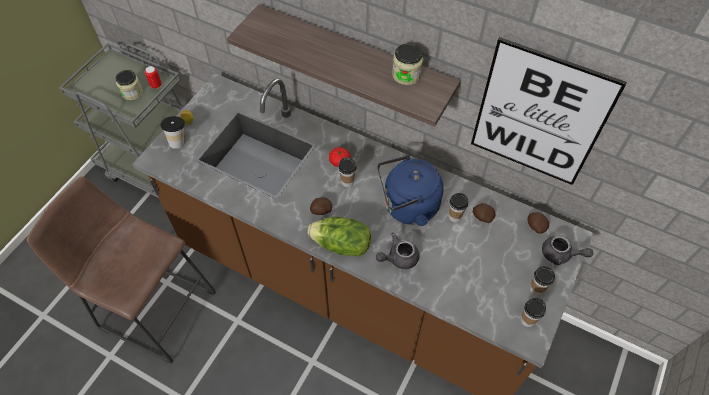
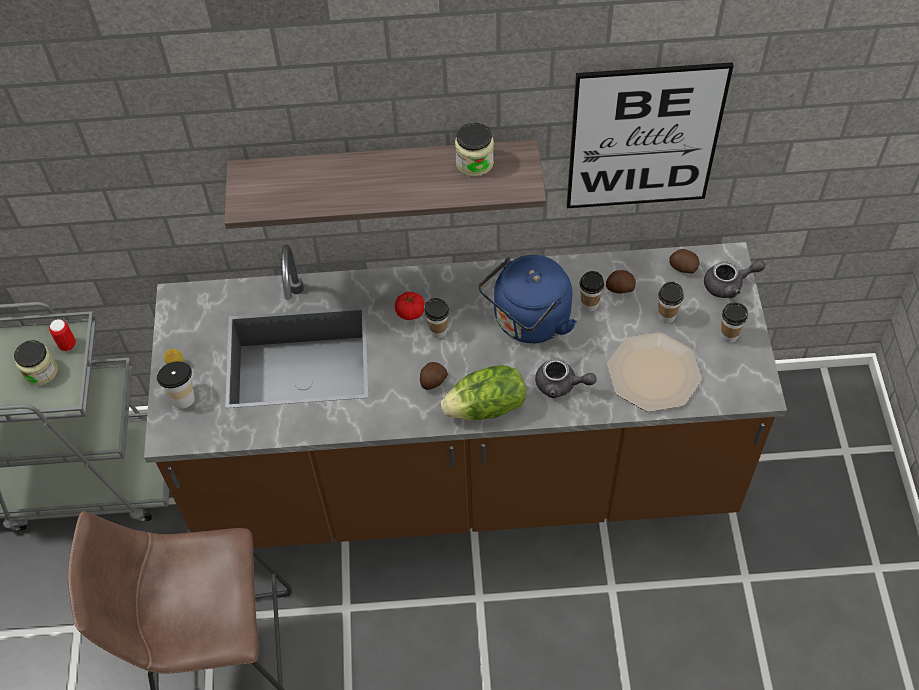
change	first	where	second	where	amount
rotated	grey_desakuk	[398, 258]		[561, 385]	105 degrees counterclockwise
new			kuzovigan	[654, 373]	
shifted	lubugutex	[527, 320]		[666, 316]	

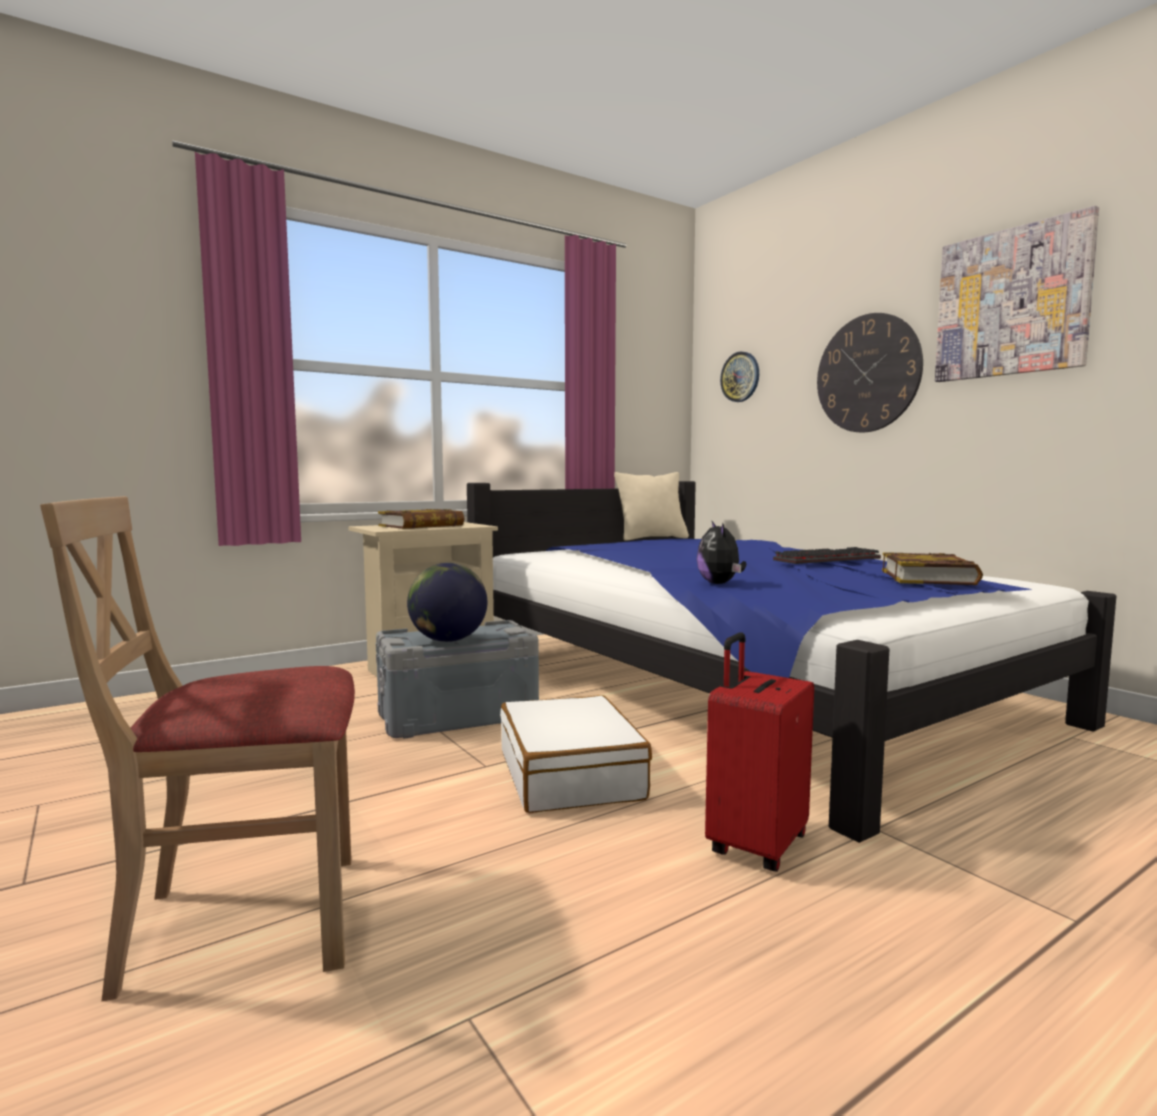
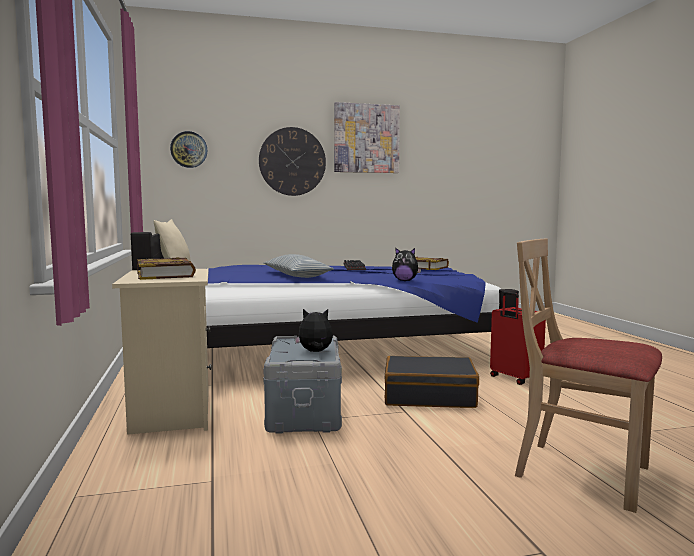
change	first	where	second	where	amount
new			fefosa	[296, 276]	
swapped	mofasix	[448, 640]	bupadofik	[315, 352]	
repainted	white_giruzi	[571, 775]	black_giruzi	[429, 395]	
rotated	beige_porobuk	[245, 922]		[582, 472]	120 degrees clockwise

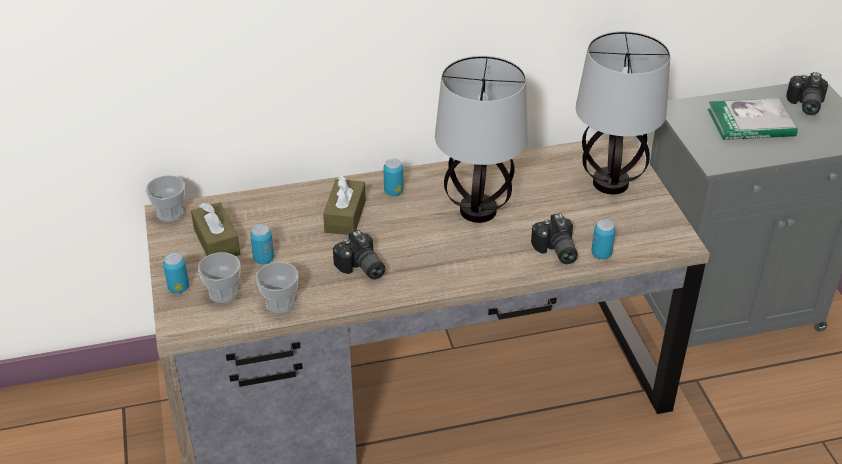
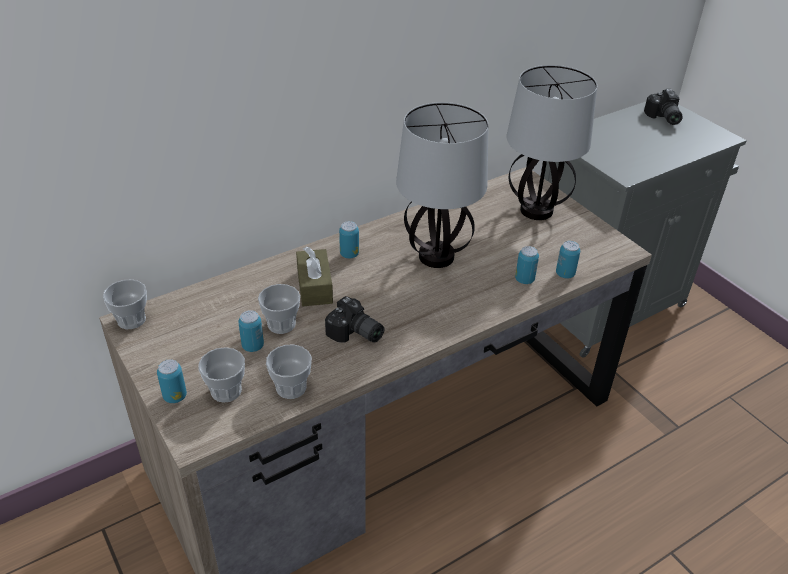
change	first	where	second	where	amount
new			lubugutex	[281, 324]	
swapped	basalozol	[555, 251]	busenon	[524, 279]	
gone	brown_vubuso	[217, 242]			
gone	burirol	[751, 123]			

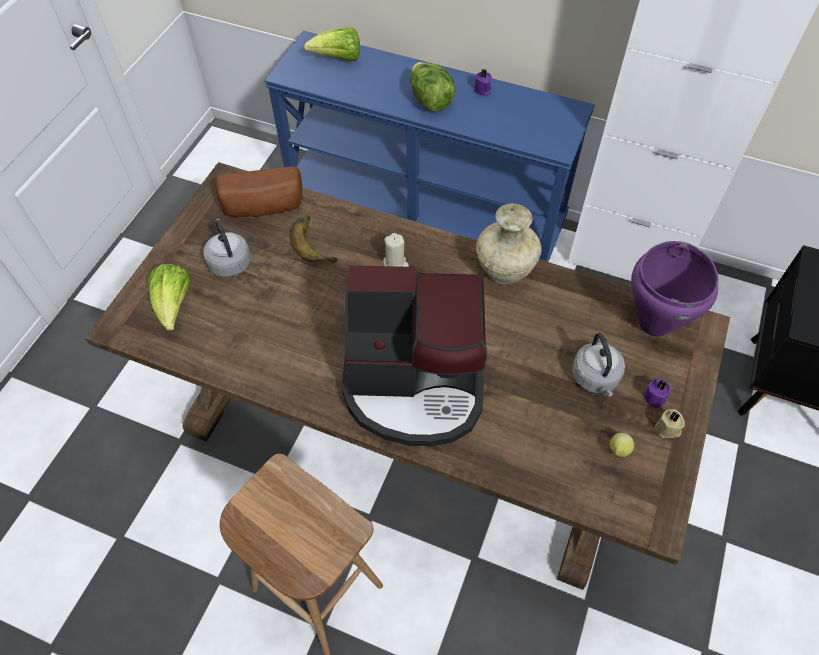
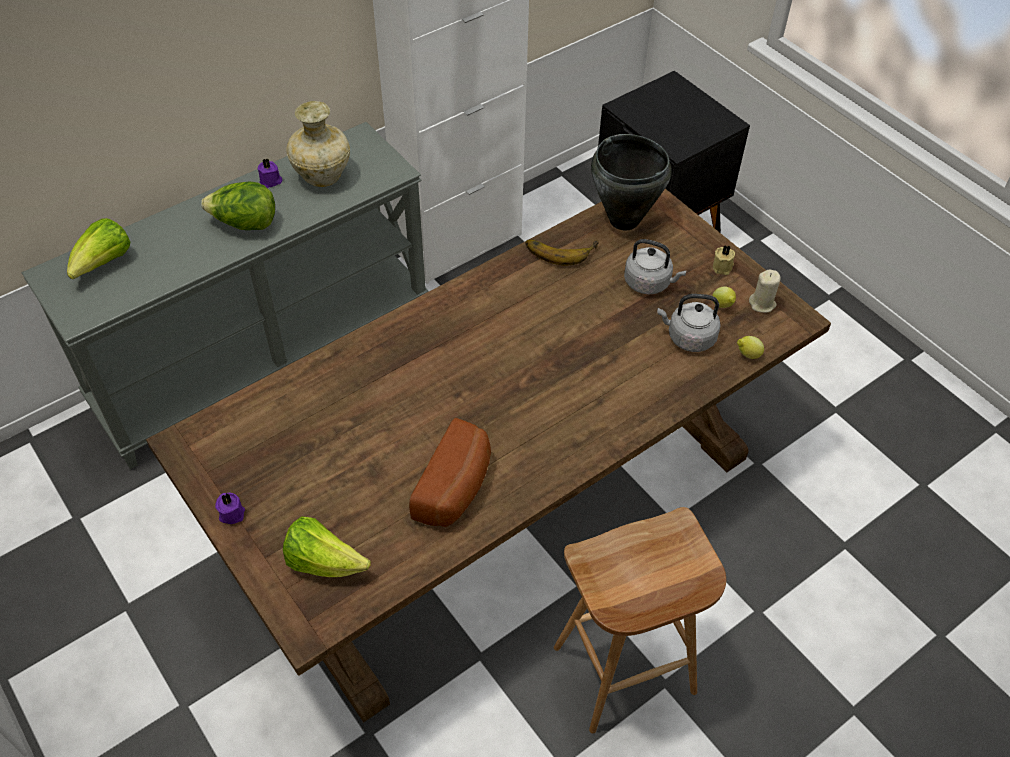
change	first	where	second	where	amount
repainted	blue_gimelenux	[426, 211]	grey_gimelenux	[265, 355]	
shifted	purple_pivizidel	[654, 396]		[231, 513]	
shifted	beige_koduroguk	[505, 270]		[323, 175]	
shifted	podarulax	[263, 207]		[457, 488]	
shifted	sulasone	[317, 241]		[560, 249]	
repainted	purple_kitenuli	[653, 324]	black_kitenuli	[624, 220]	
shifted	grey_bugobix	[229, 261]		[688, 337]	
new			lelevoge	[747, 355]	
shifted	beige_pivizidel	[395, 263]		[762, 304]	
gone	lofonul	[415, 384]			

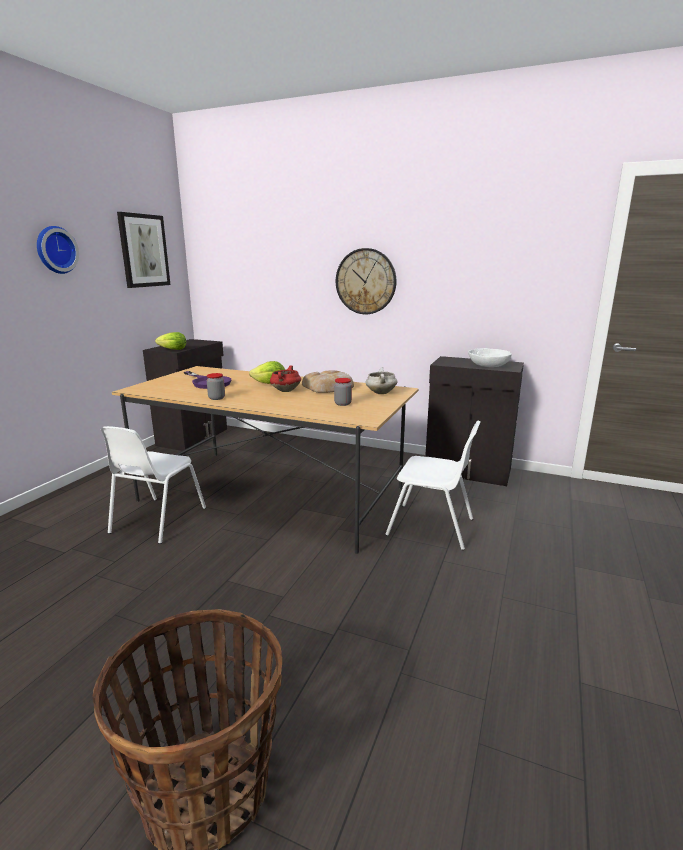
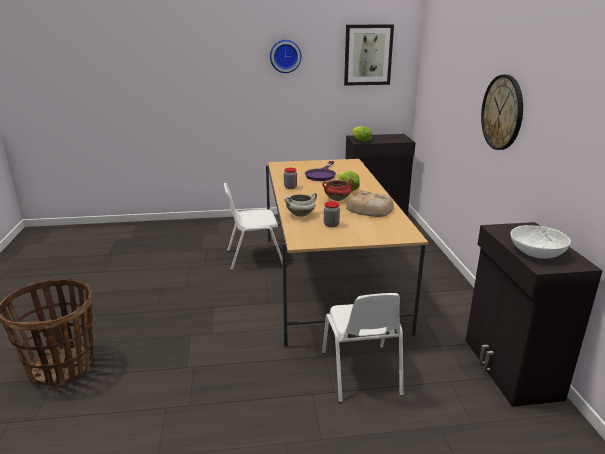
change	first	where	second	where	amount
shifted	white_kitenuli	[380, 393]		[301, 214]	

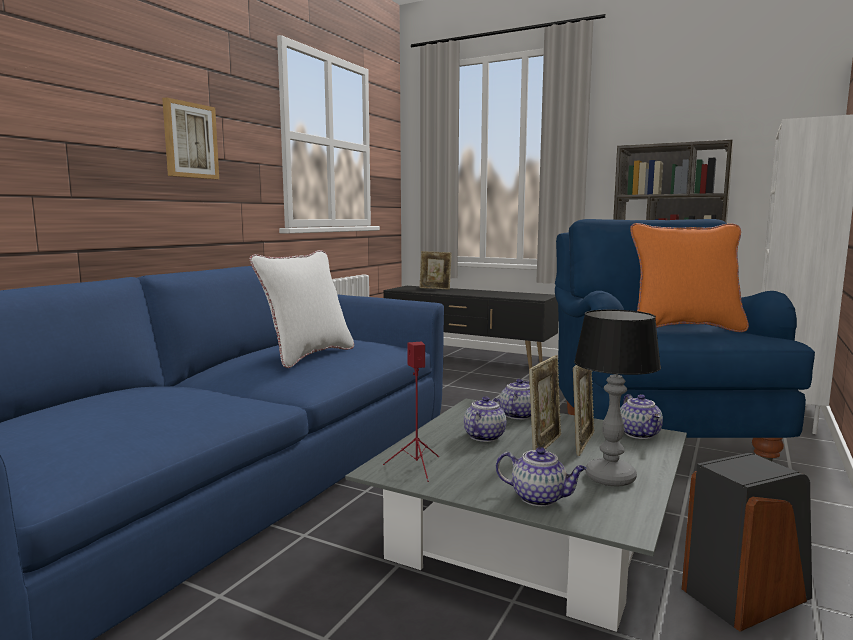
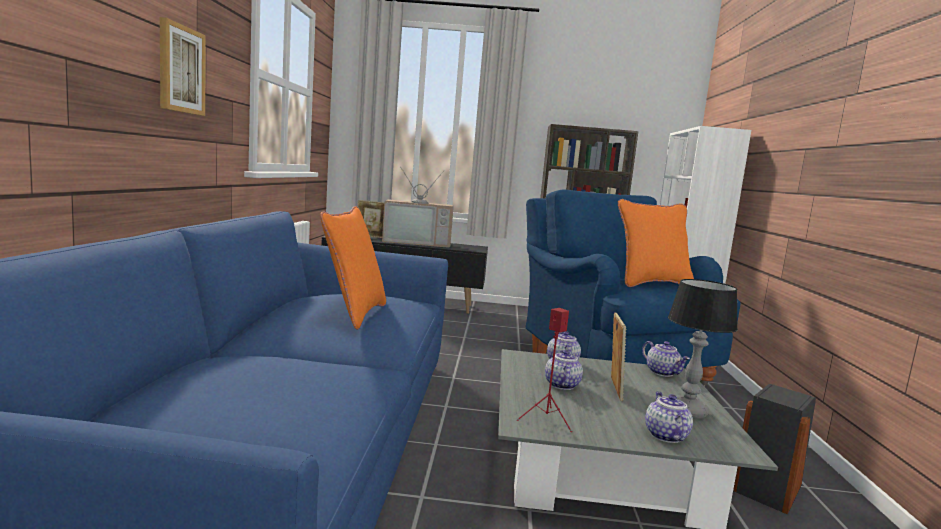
change	first	where	second	where	amount
repainted	white_fefosa	[308, 355]	orange_fefosa	[354, 314]	
new			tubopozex	[417, 242]	
rotated	desakuk	[540, 498]		[665, 435]	90 degrees counterclockwise
gone	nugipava	[582, 443]			

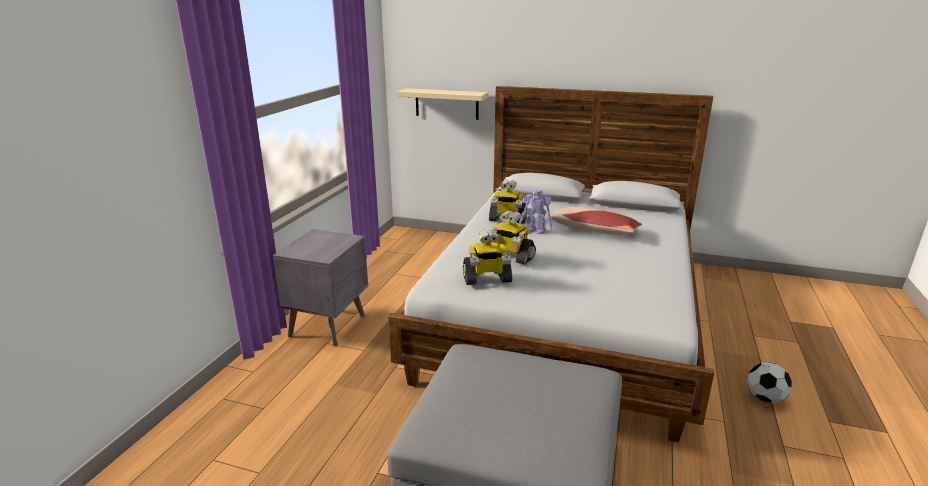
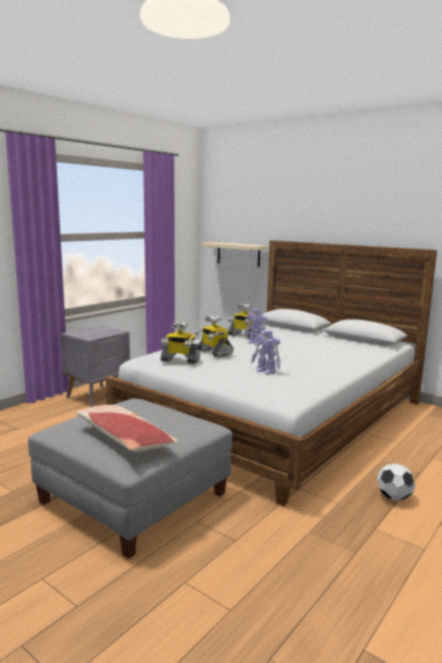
change	first	where	second	where	amount
shifted	fefosa	[593, 230]		[124, 438]	
new			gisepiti	[266, 371]	

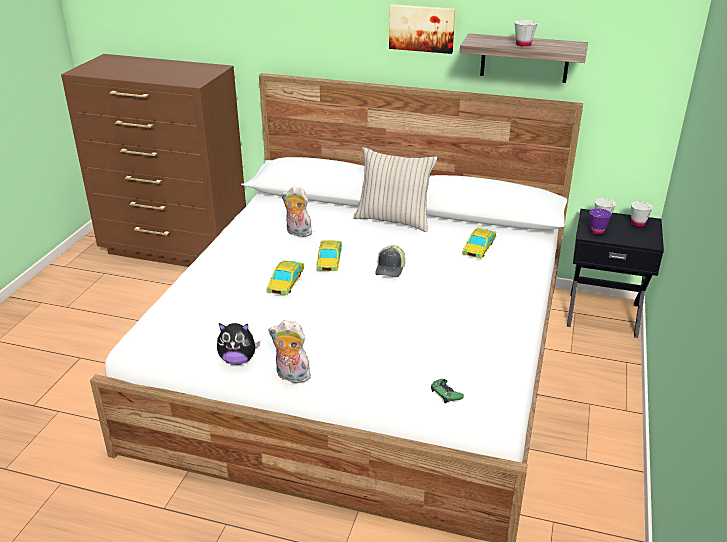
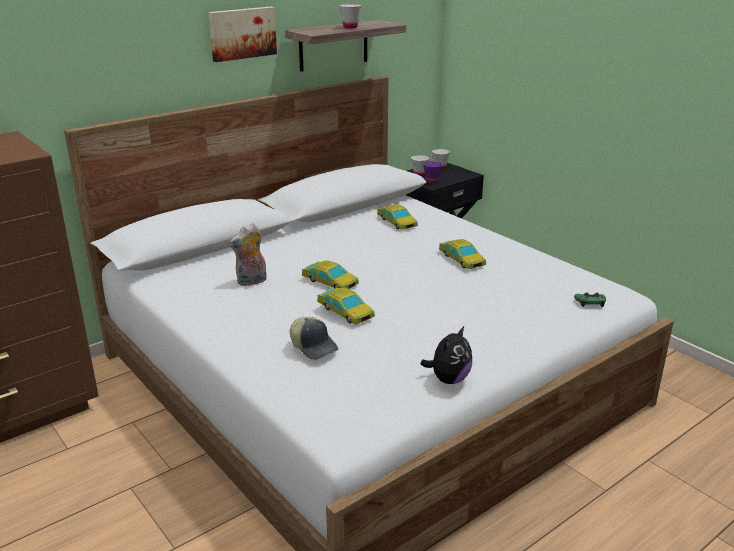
change	first	where	second	where	amount
shifted	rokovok	[391, 269]		[314, 346]	
new			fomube	[462, 259]	
gone	bupadofik	[291, 376]			
gone	beige_fefosa	[393, 220]			

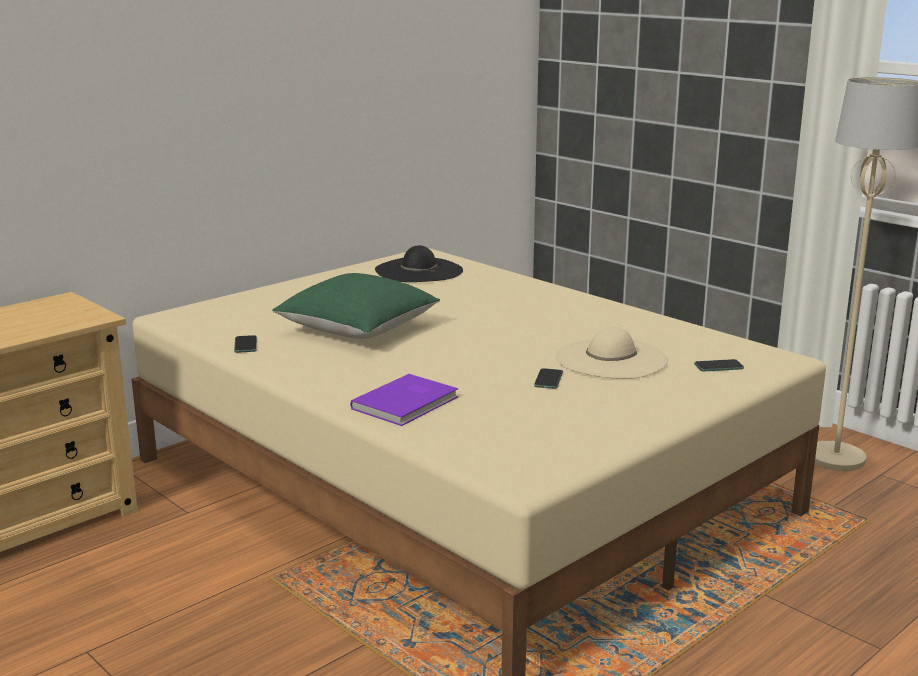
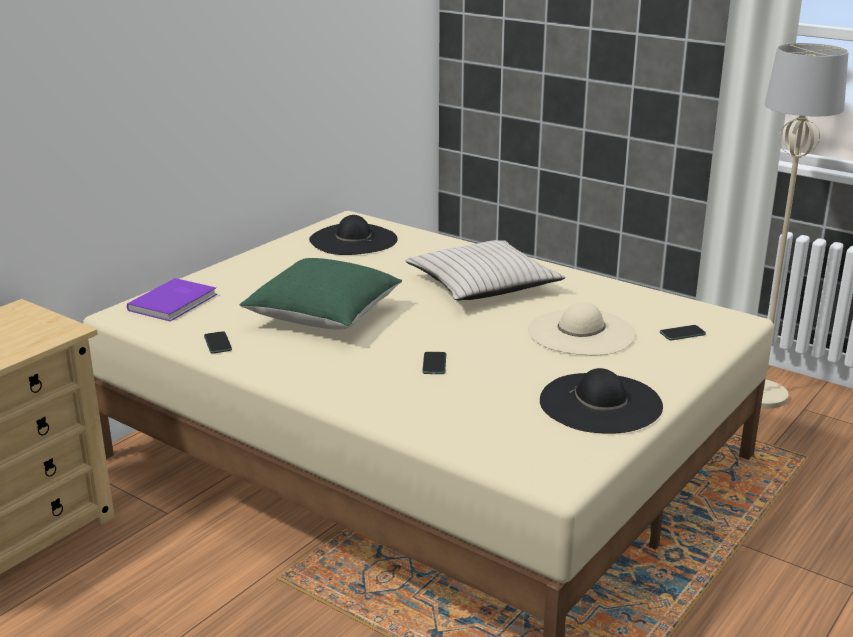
change	first	where	second	where	amount
shifted	purple_burirol	[408, 403]		[175, 302]	
new			beige_fefosa	[482, 285]	
shifted	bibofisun	[548, 380]		[434, 364]	
new			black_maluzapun	[601, 403]	

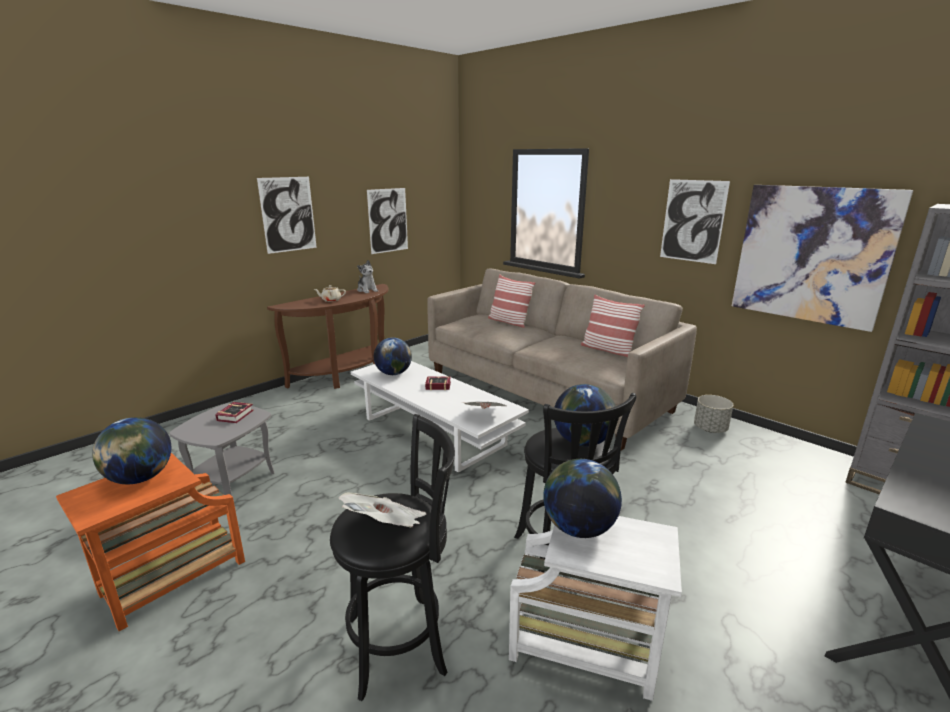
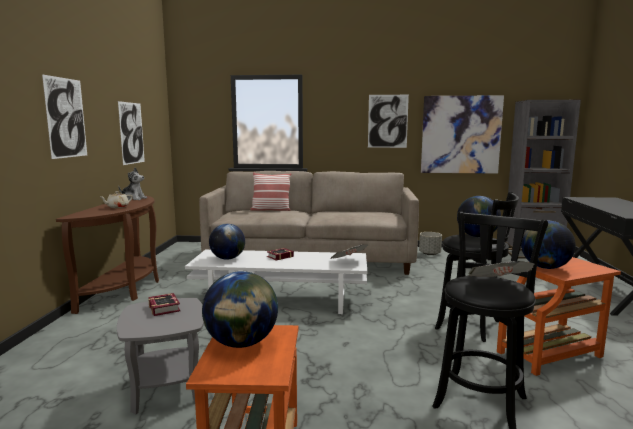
change	first	where	second	where	amount
repainted	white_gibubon	[587, 649]	orange_gibubon	[551, 354]	
gone	fefosa	[608, 350]			

